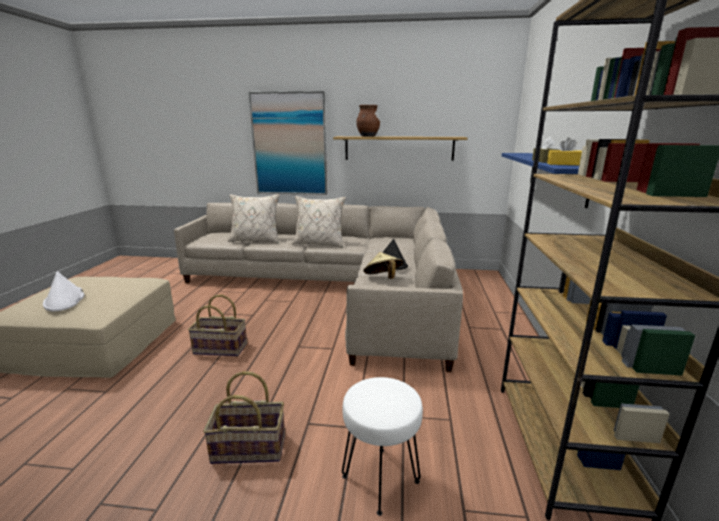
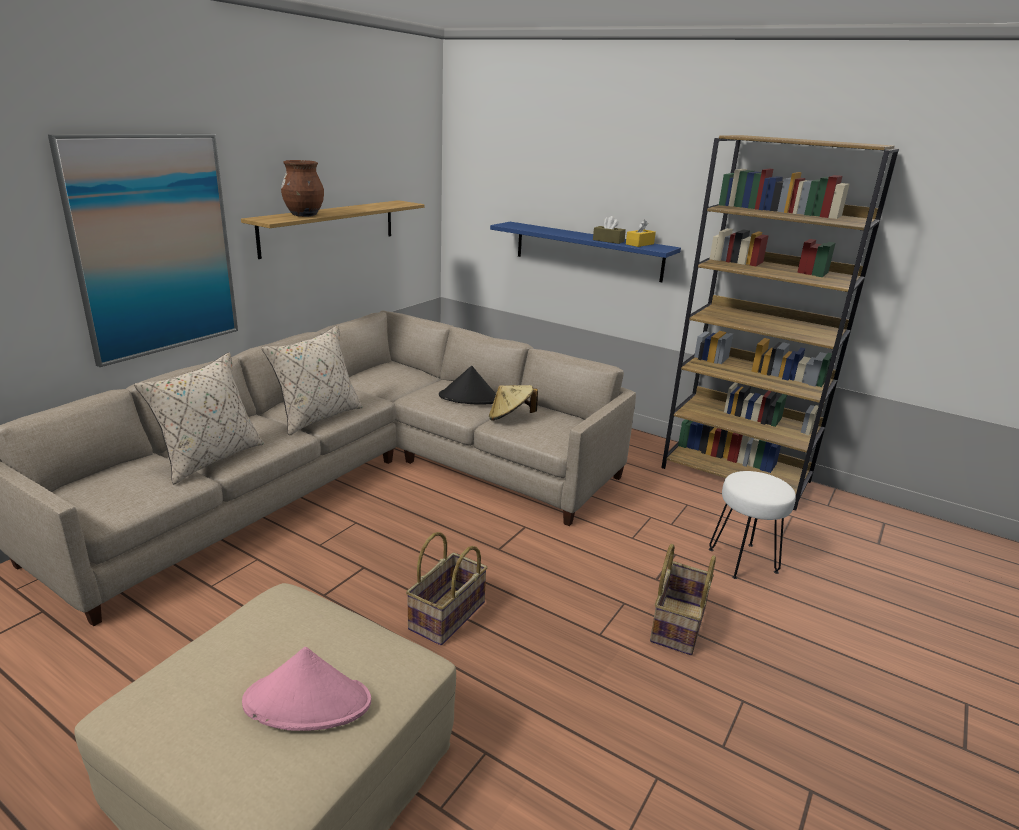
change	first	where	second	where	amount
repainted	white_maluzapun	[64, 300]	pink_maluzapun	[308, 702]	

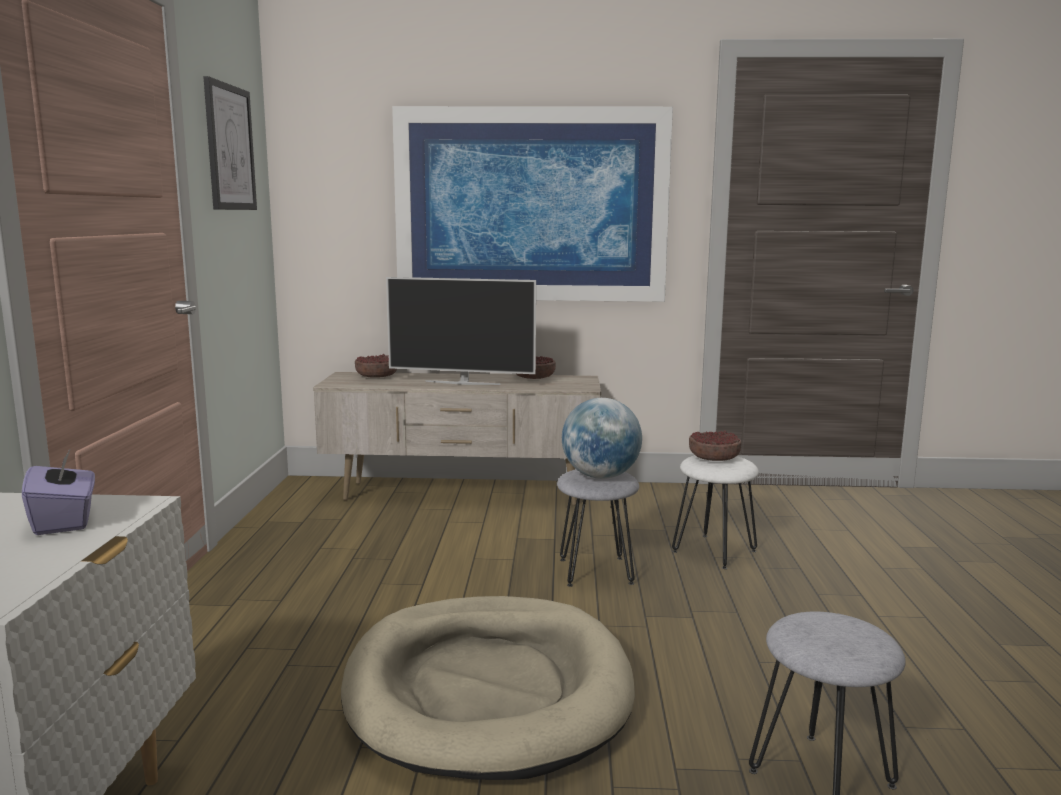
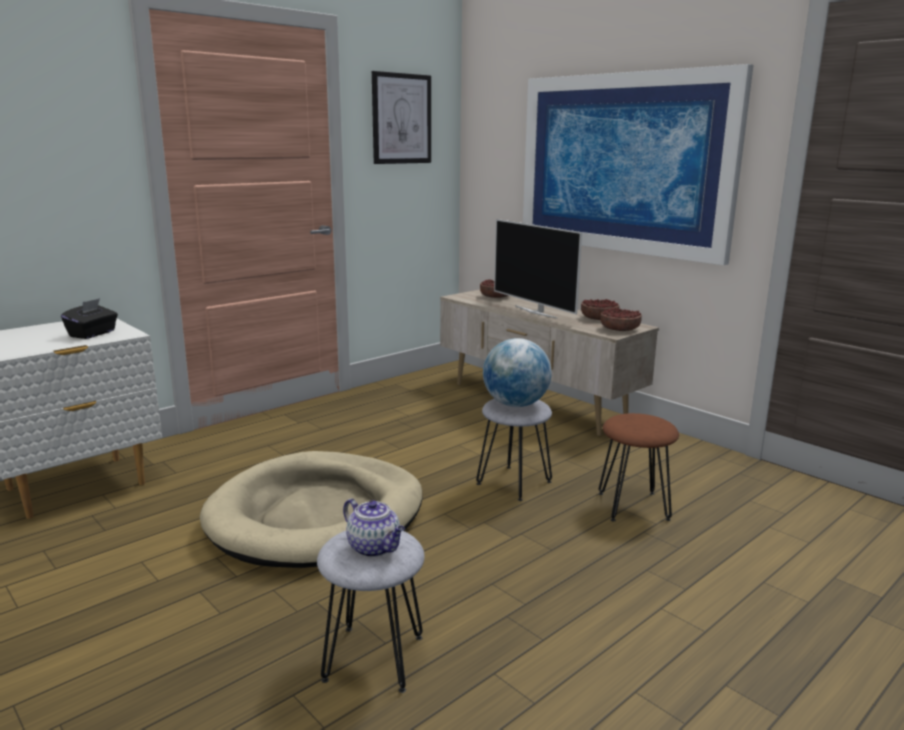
change	first	where	second	where	amount
repainted	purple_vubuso	[65, 521]	black_vubuso	[93, 334]	
new			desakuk	[375, 548]	
repainted	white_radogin	[714, 551]	brown_radogin	[634, 506]	
shifted	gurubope	[714, 458]		[620, 329]	

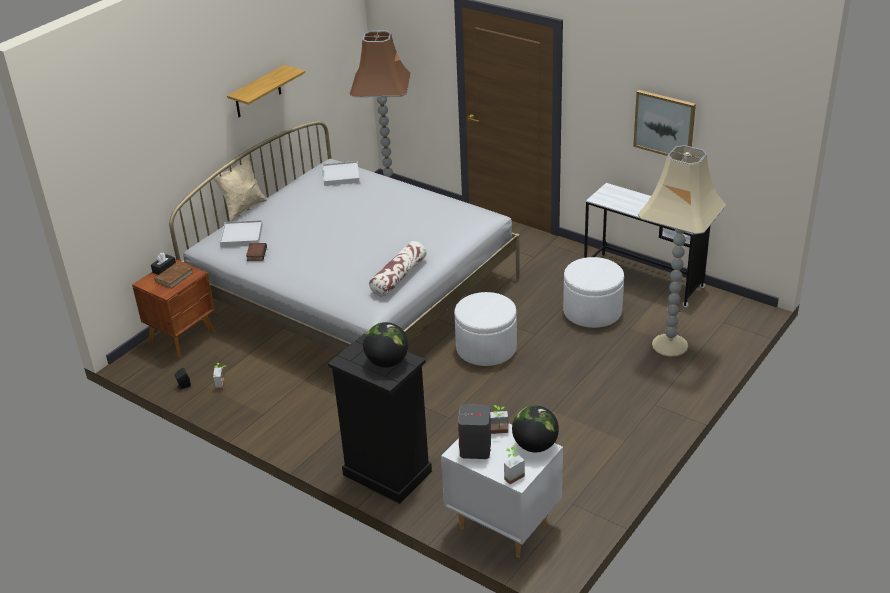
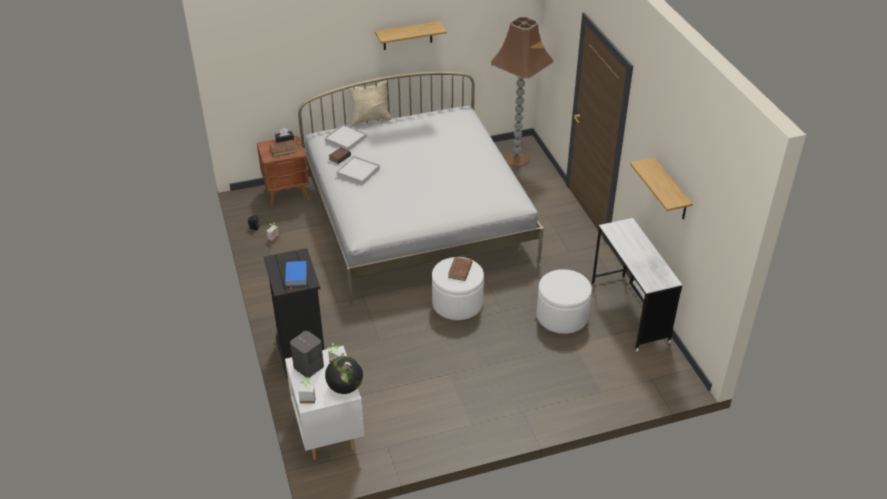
change	first	where	second	where	amount
swapped	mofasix	[387, 362]	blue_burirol	[295, 275]	
shifted	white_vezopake	[341, 175]		[358, 172]	
new			brown_burirol	[460, 270]	
swapped	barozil	[664, 124]	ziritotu	[671, 190]	
gone	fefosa	[399, 276]			
gone	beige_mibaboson	[670, 346]			

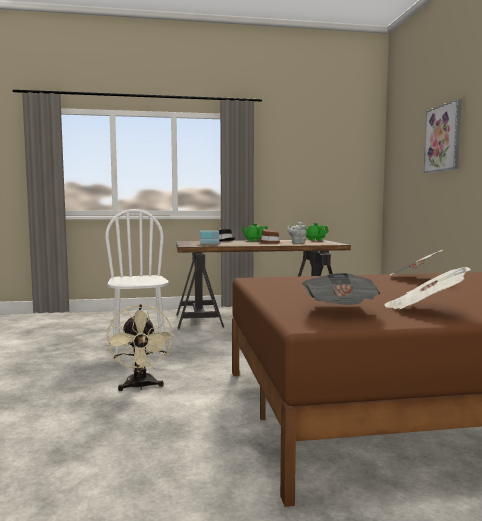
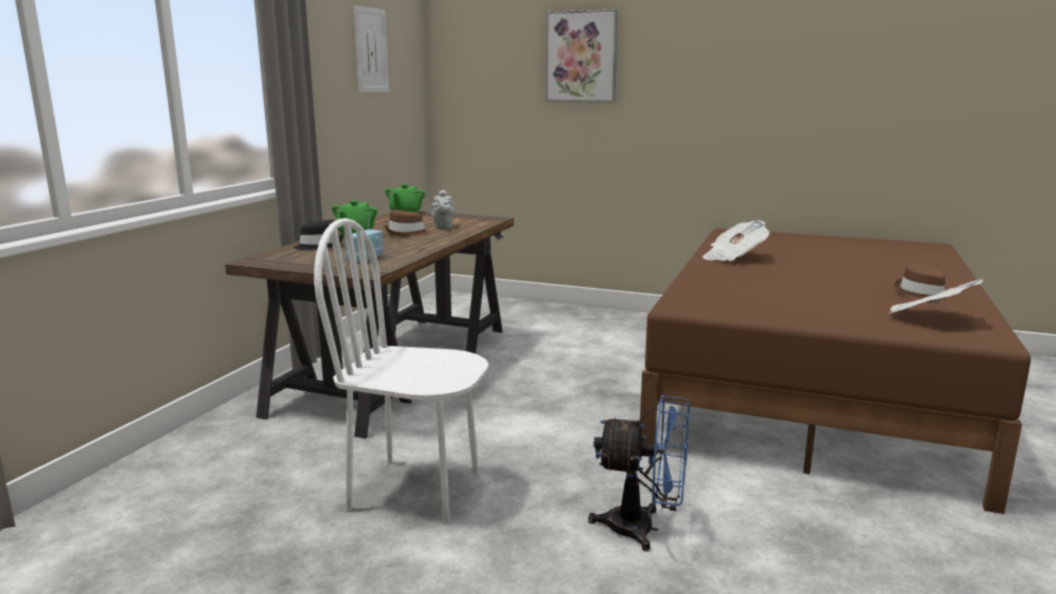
change	first	where	second	where	amount
new			barozil	[371, 50]	
repainted	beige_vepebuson	[140, 387]	blue_vepebuson	[643, 528]	
swapped	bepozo	[423, 309]	brown_maluzapun	[922, 295]	

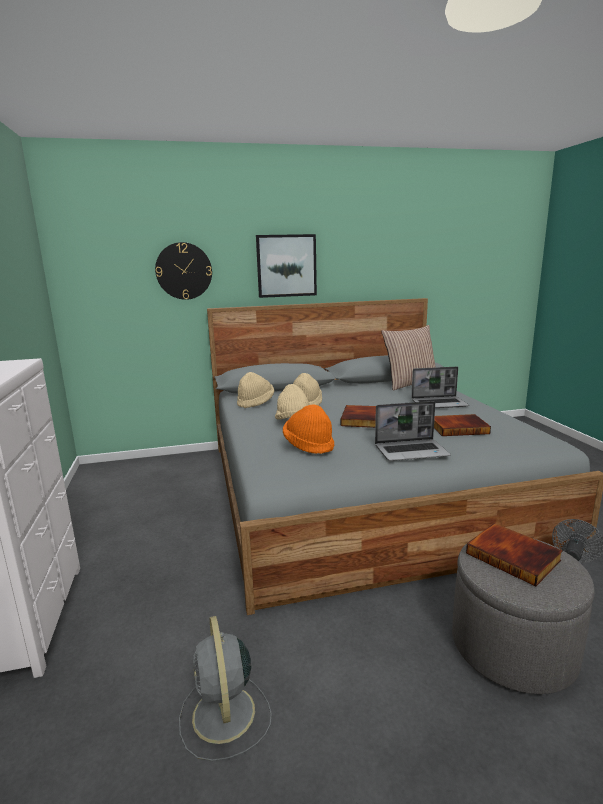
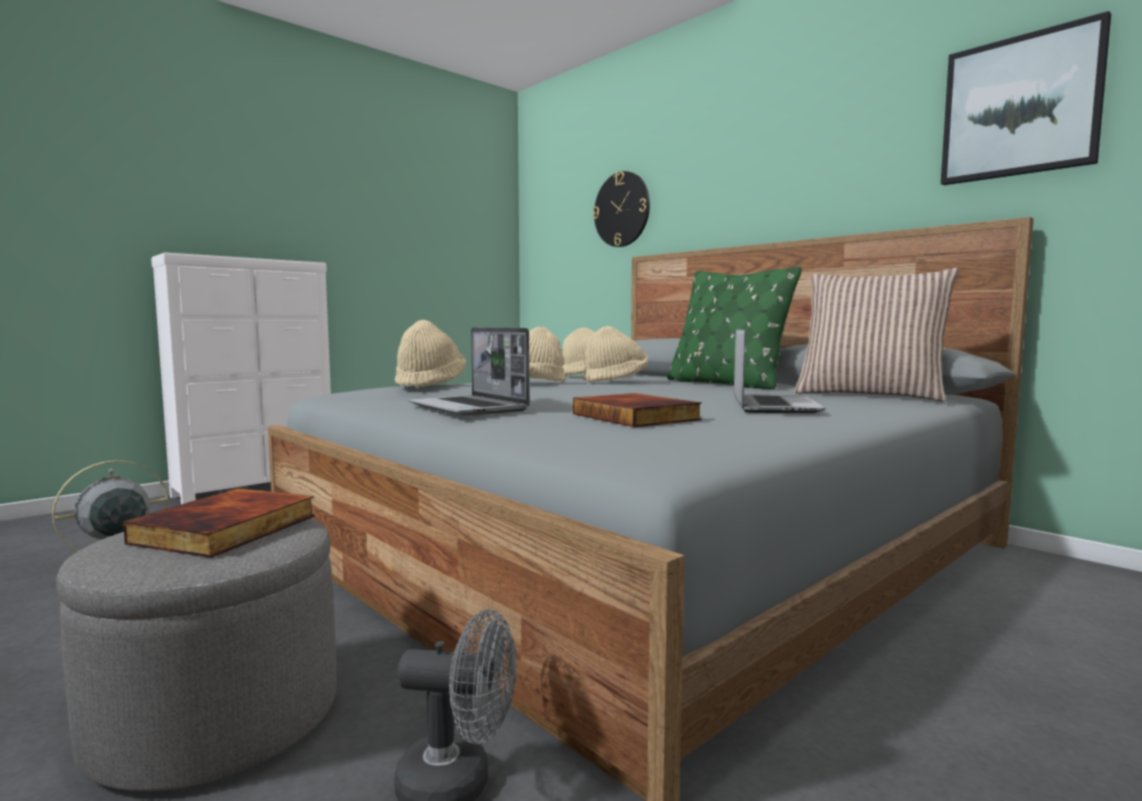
change	first	where	second	where	amount
repainted	orange_maluzapun	[309, 445]	beige_maluzapun	[430, 384]	
new			green_fefosa	[726, 384]	
rotated	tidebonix	[439, 403]		[772, 406]	135 degrees counterclockwise
shifted	barozil	[286, 266]		[1020, 107]	
gone	burirol	[362, 419]			

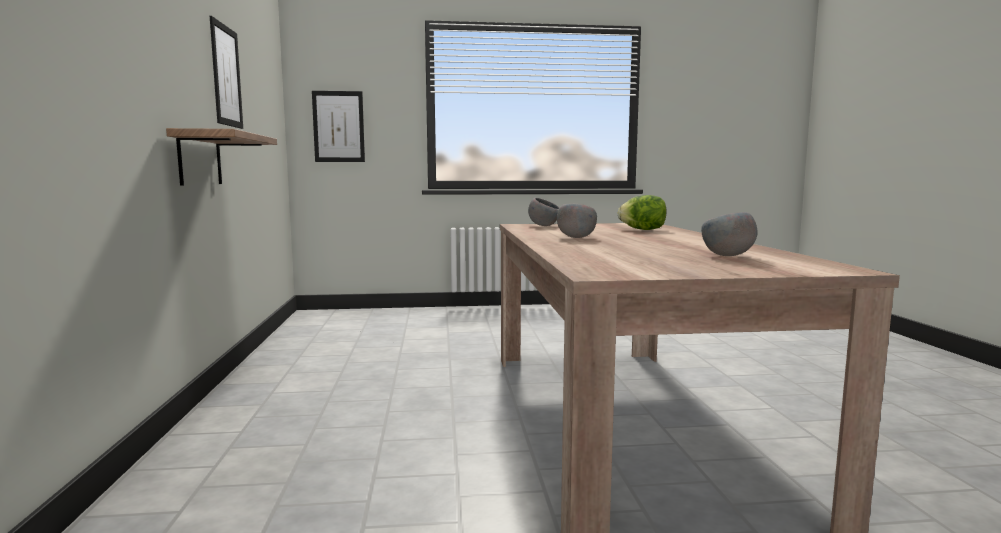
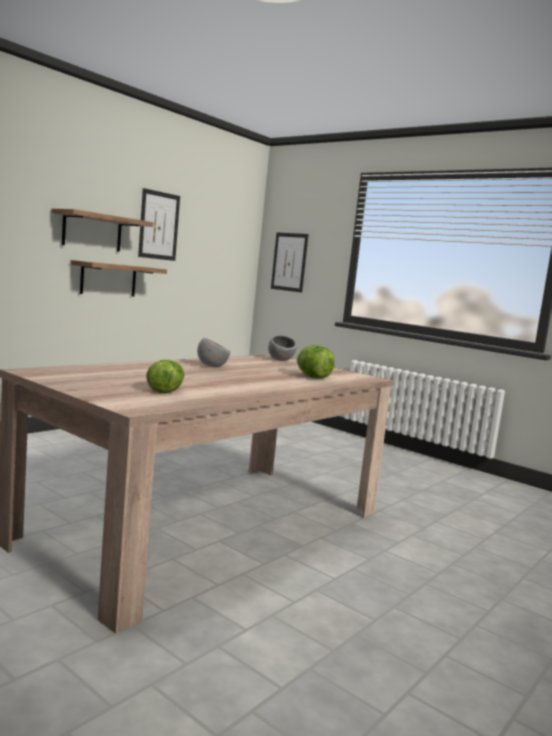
change	first	where	second	where	amount
new			ziritotu	[92, 231]	
swapped	grey_gurubope	[727, 256]	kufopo	[165, 390]	

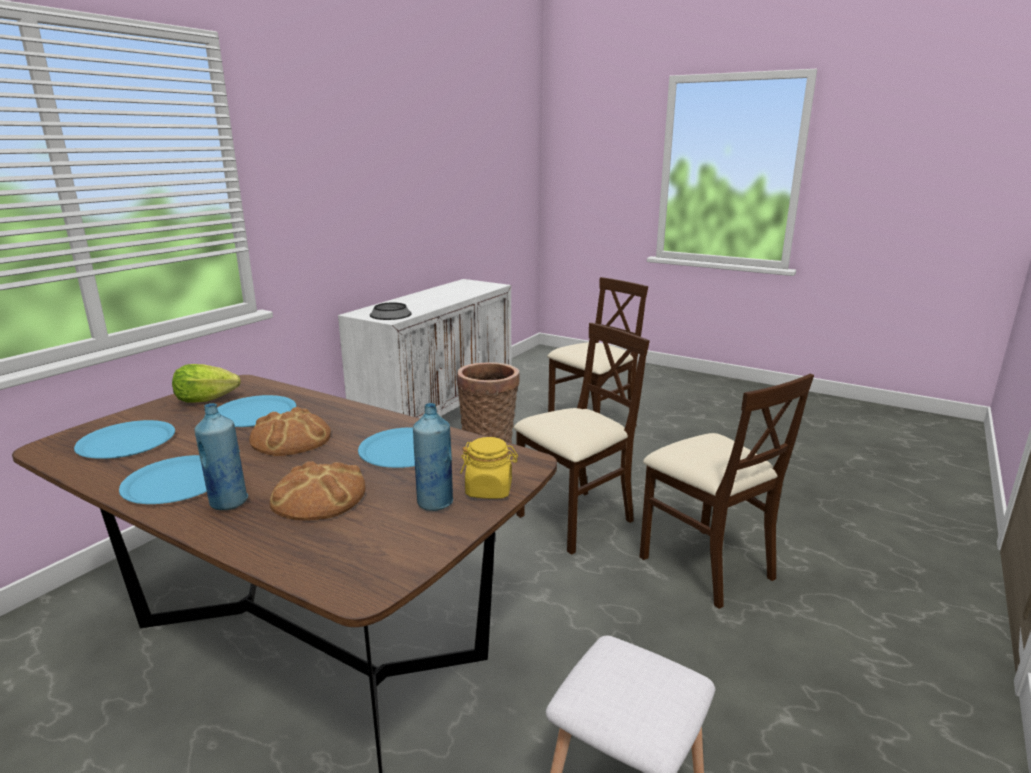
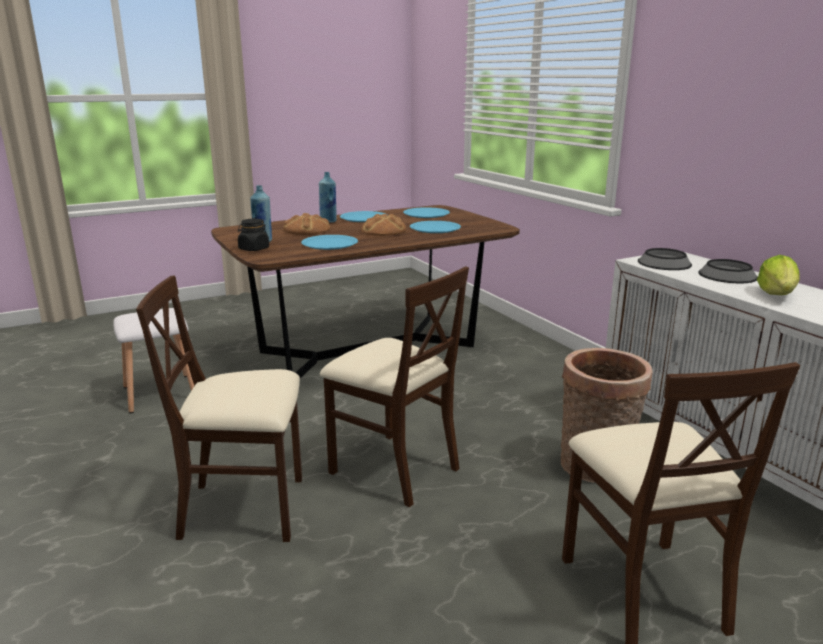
change	first	where	second	where	amount
repainted	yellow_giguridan	[489, 490]	black_giguridan	[254, 249]	
rotated	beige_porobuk	[575, 520]		[394, 468]	45 degrees counterclockwise
new			gurubope	[727, 275]	
shifted	kufopo	[205, 400]		[777, 295]	

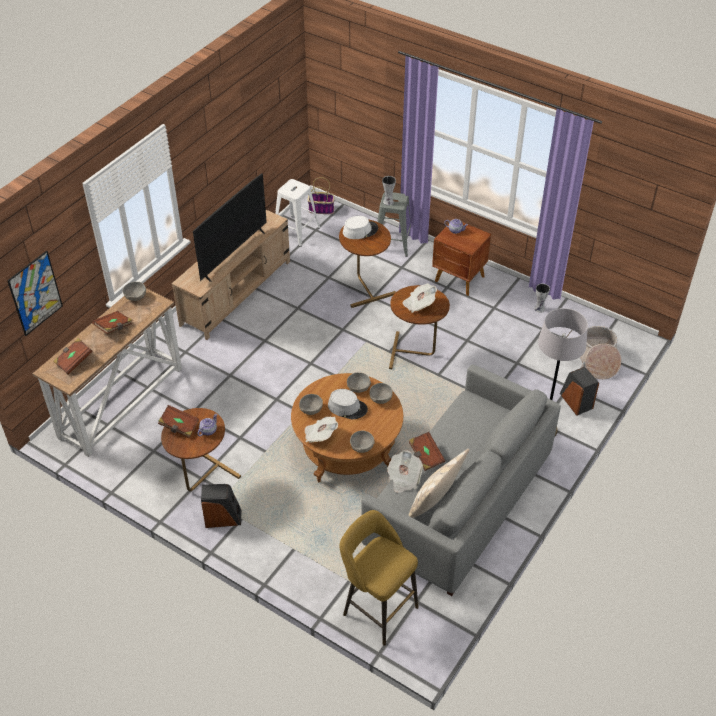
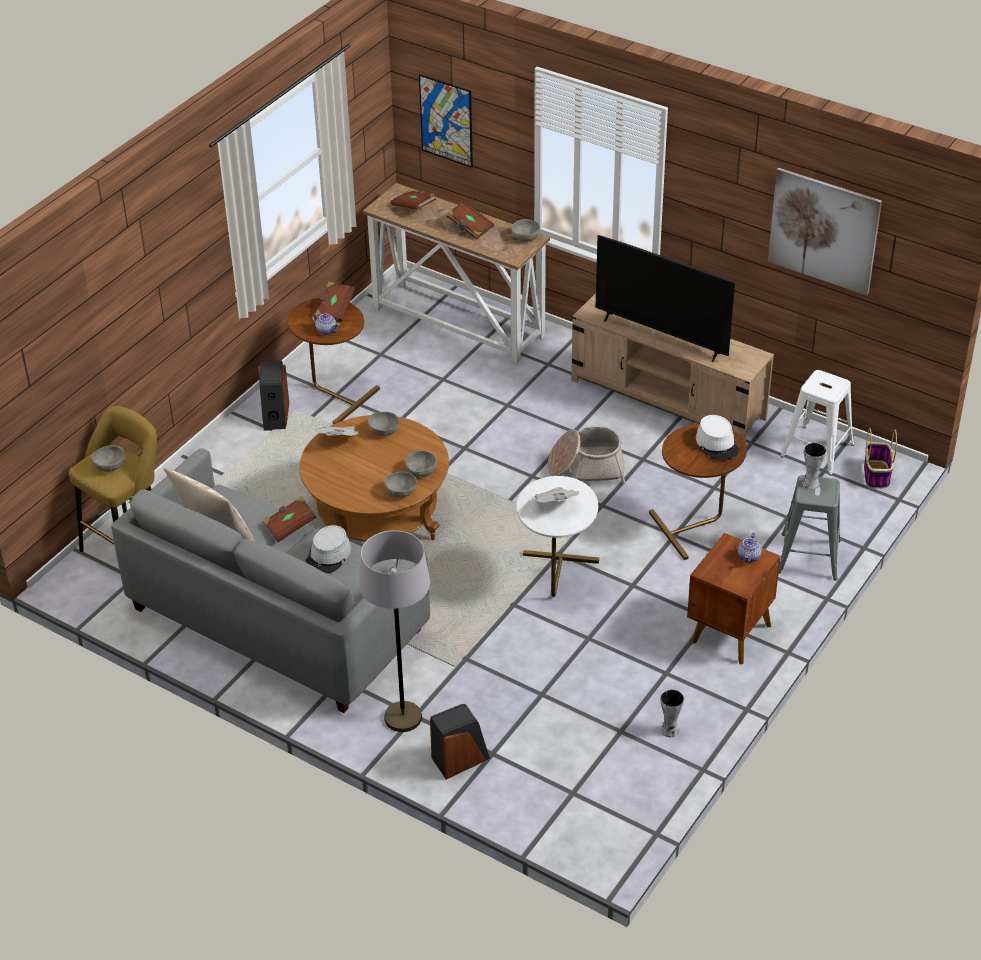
change	first	where	second	where	amount
shifted	grey_gurubope	[361, 446]		[110, 466]	
shifted	grey_maluzapun	[347, 407]		[328, 556]	
repainted	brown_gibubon	[416, 353]	white_gibubon	[556, 581]	
shifted	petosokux	[597, 359]		[586, 468]	
new			barozil	[823, 231]	
gone	bepozo	[404, 478]			

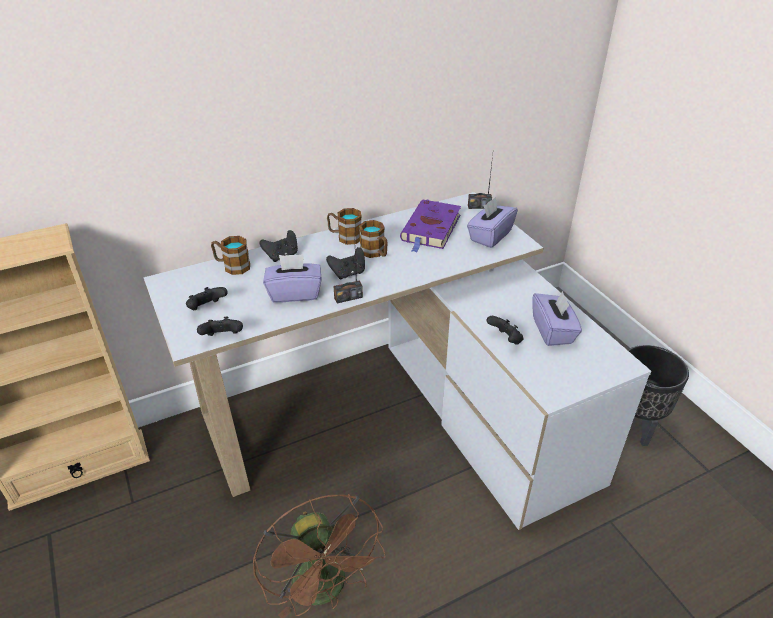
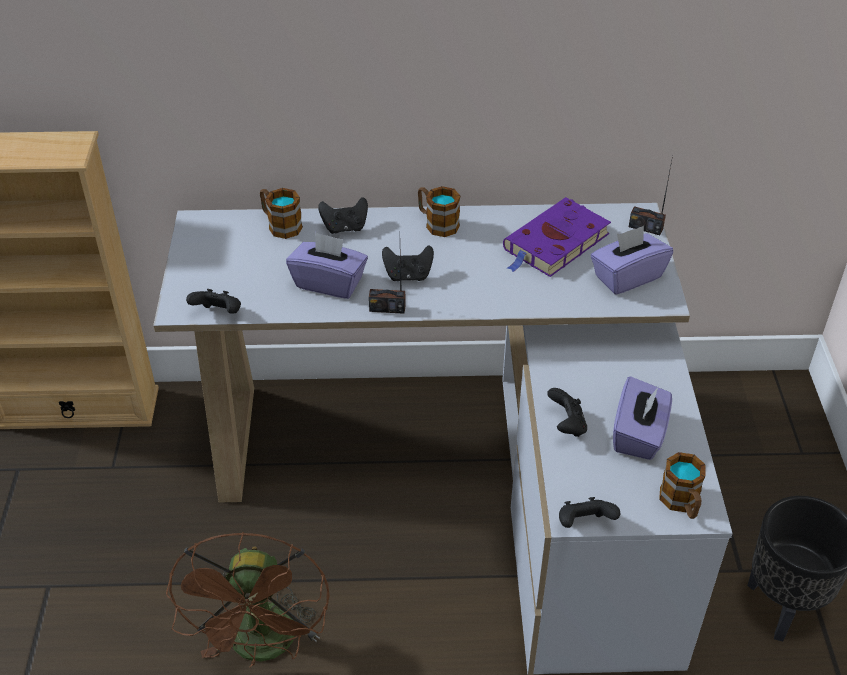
change	first	where	second	where	amount
shifted	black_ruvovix	[207, 308]		[584, 524]	
shifted	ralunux	[375, 253]		[681, 503]	

